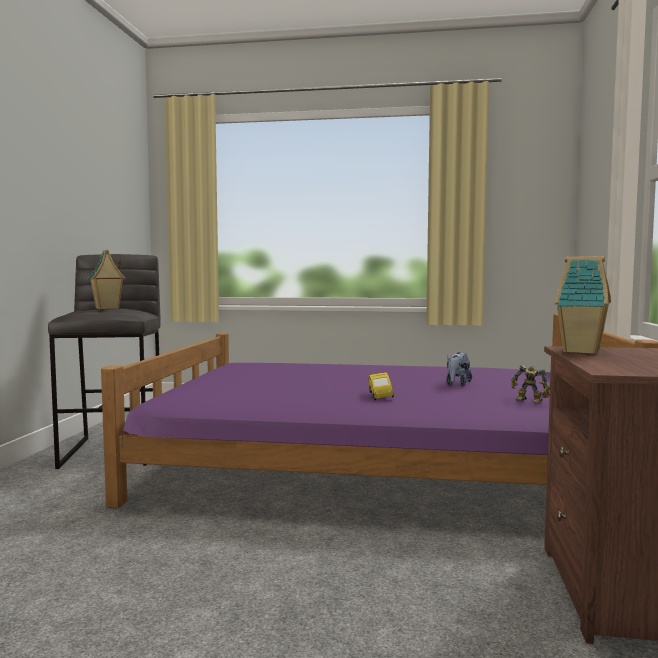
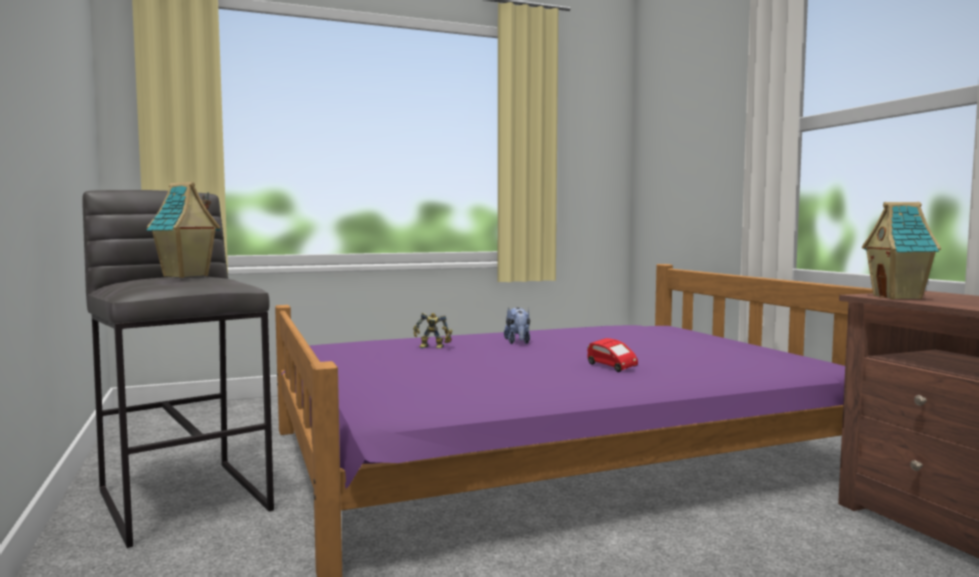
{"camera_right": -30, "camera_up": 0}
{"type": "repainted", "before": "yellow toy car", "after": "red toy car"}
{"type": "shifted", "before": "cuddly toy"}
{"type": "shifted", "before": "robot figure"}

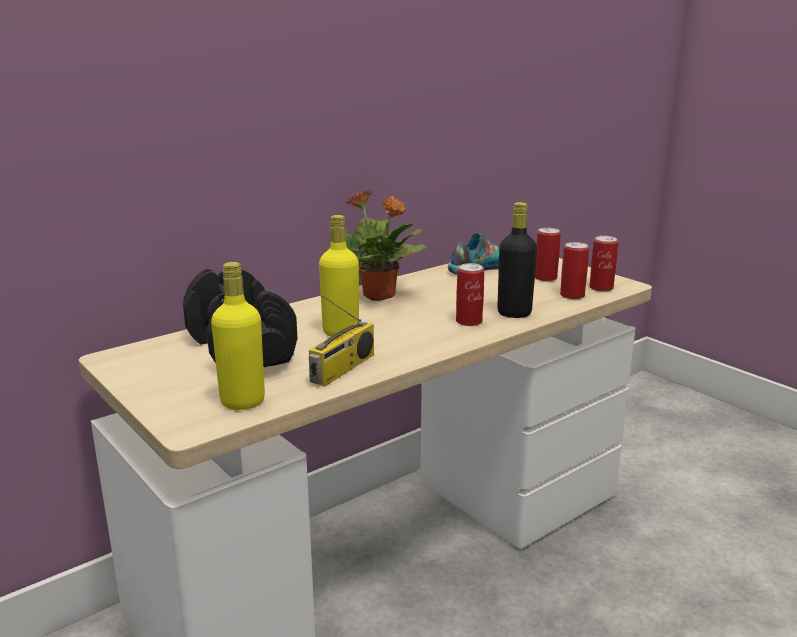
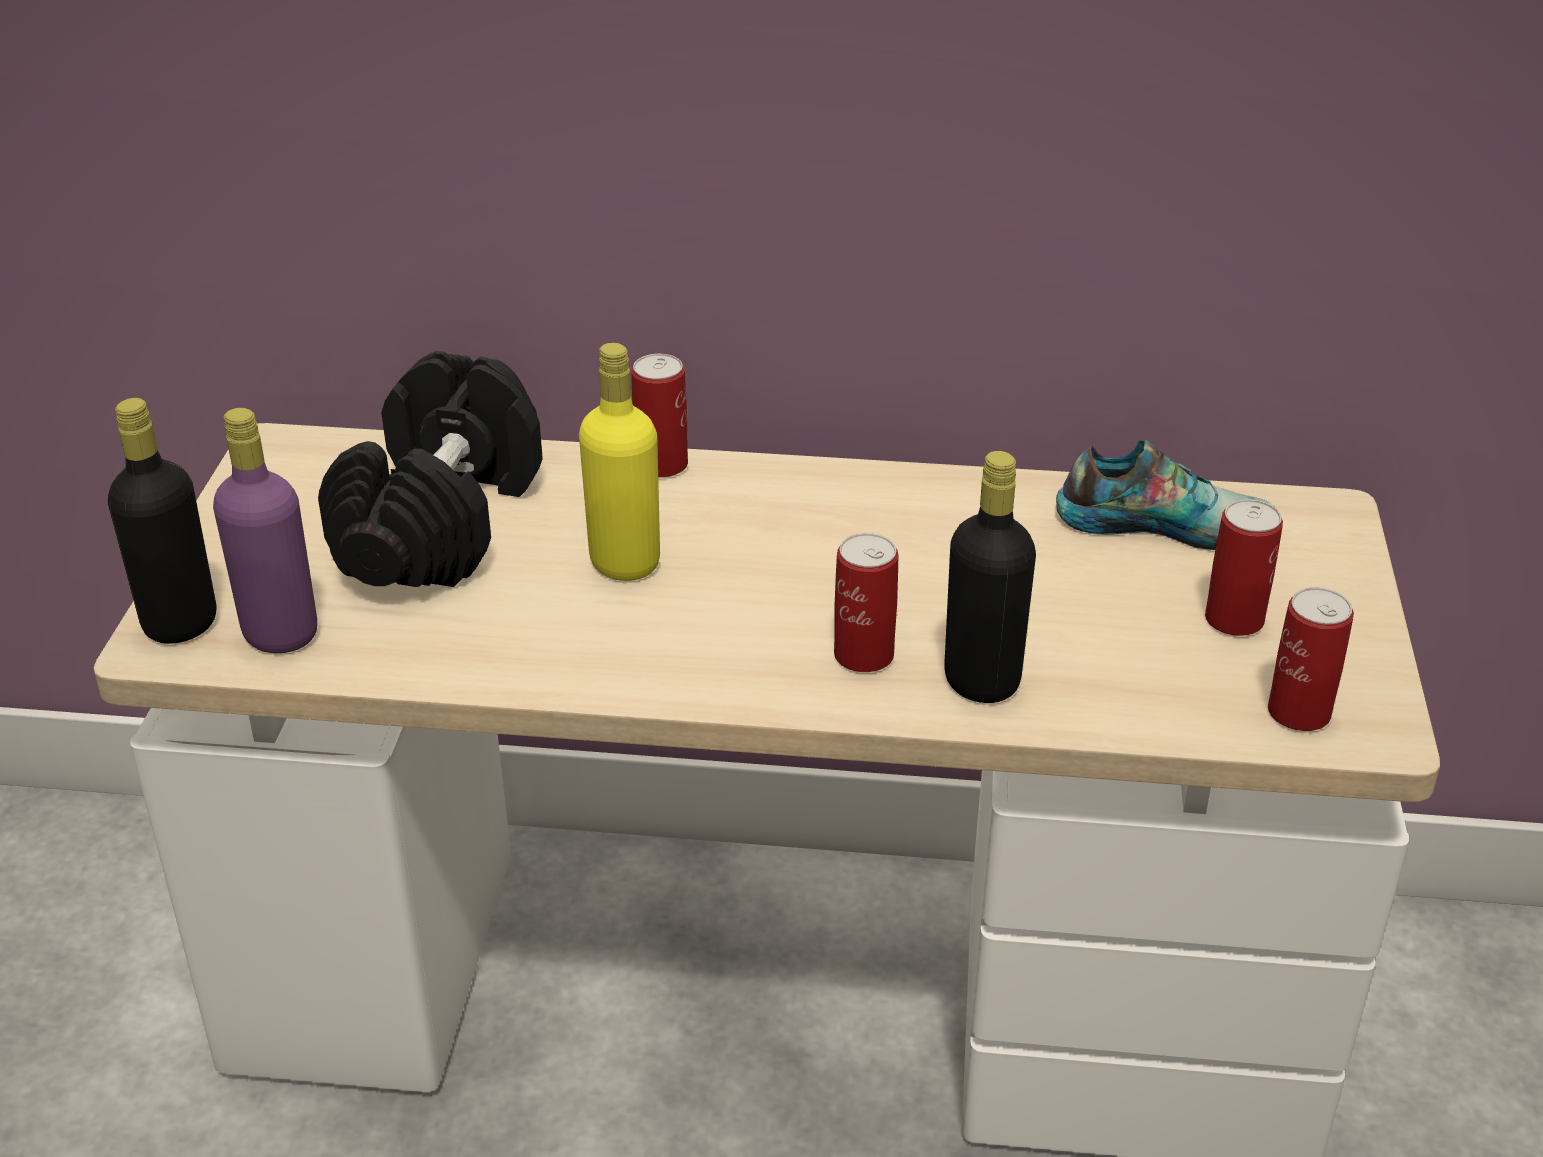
{"camera_right": 45, "camera_up": 15}
{"type": "repainted", "before": "yellow beverage bottle (no. 1 from left)", "after": "purple beverage bottle"}
{"type": "gone", "before": "radio set"}
{"type": "gone", "before": "potted plant"}
{"type": "shifted", "before": "metal can (no. 3 from left in the first image)", "after": "metal can (no. 1 from left)"}
{"type": "new", "after": "black beverage bottle (no. 1 from left)"}

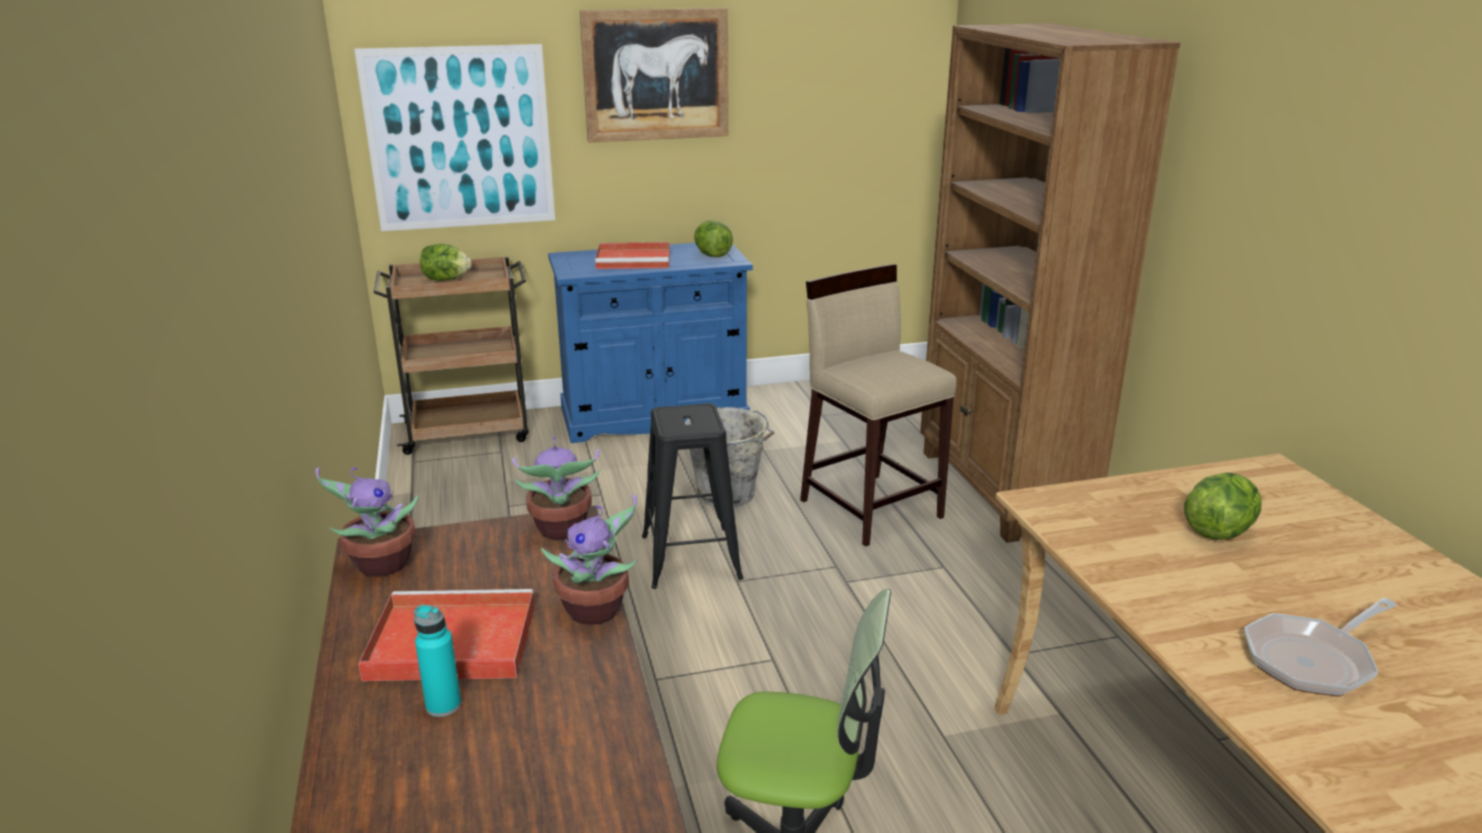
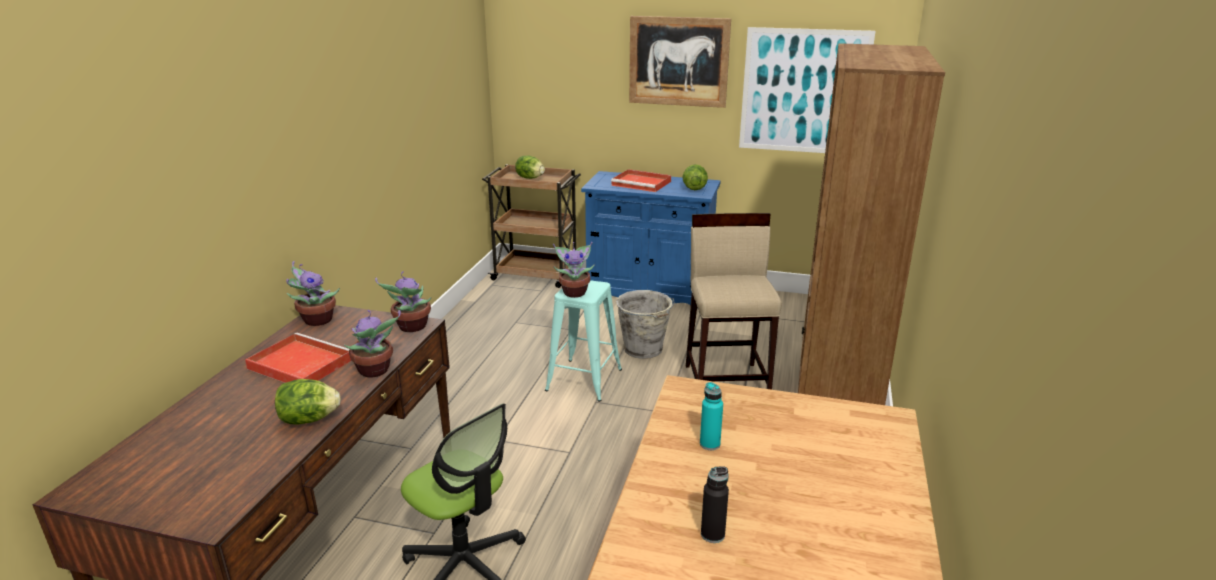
{"camera_right": 30, "camera_up": 0}
{"type": "shifted", "before": "picture (no. 1 from left in the first image)", "after": "picture (no. 2 from left)"}
{"type": "shifted", "before": "blue-green beverage bottle"}
{"type": "repainted", "before": "black sitting stool", "after": "blue-green sitting stool"}
{"type": "shifted", "before": "lettuce (no. 3 from left in the first image)", "after": "lettuce (no. 1 from left)"}
{"type": "swapped", "before": "skillet", "after": "black beverage bottle"}
{"type": "new", "after": "potted plant (no. 4 from left)"}

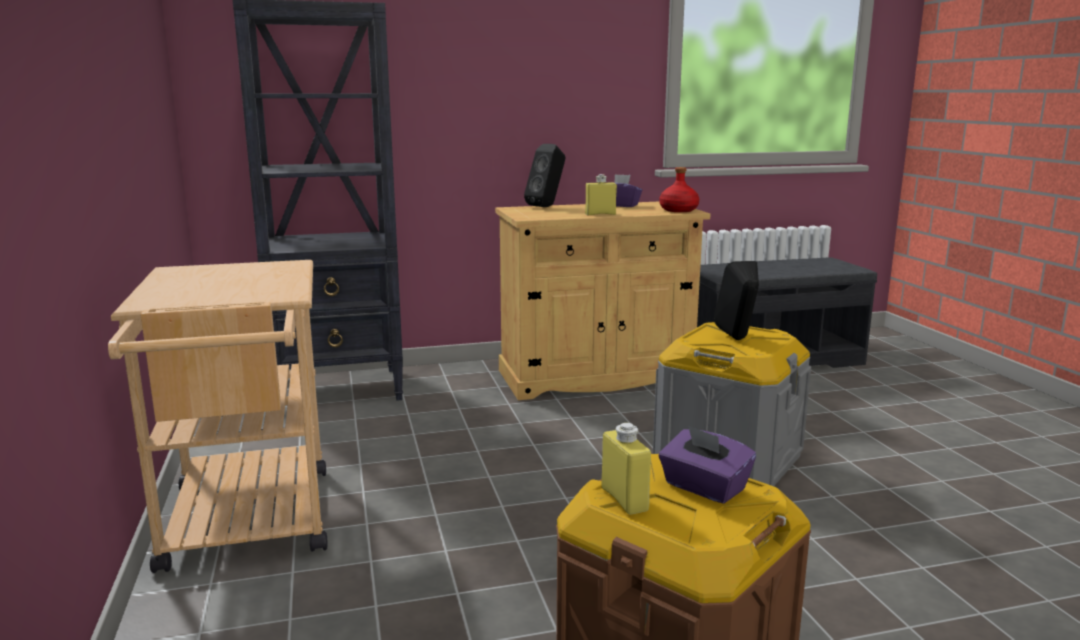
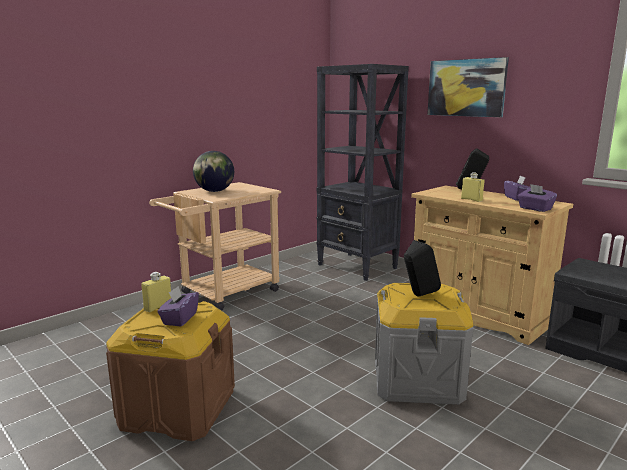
{"camera_right": 60, "camera_up": 0}
{"type": "swapped", "before": "red beverage bottle", "after": "purple box of tissues (no. 3 from left)"}
{"type": "new", "after": "globe"}
{"type": "new", "after": "picture"}

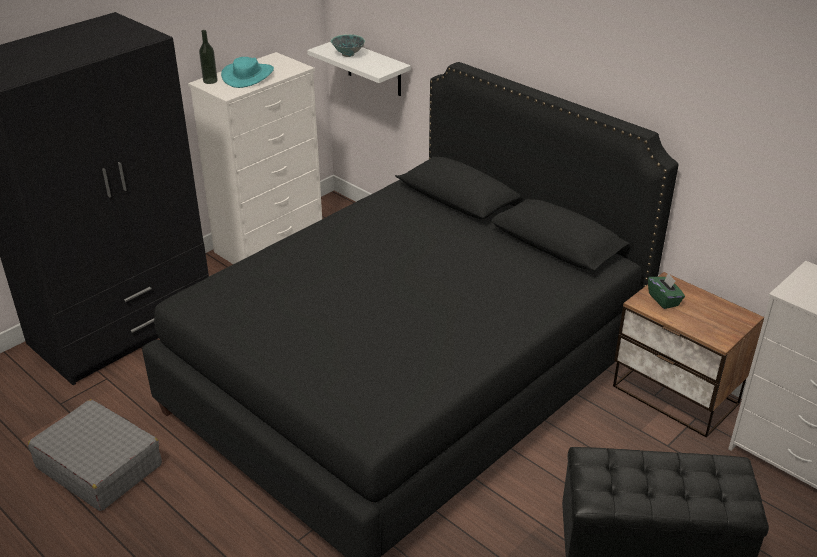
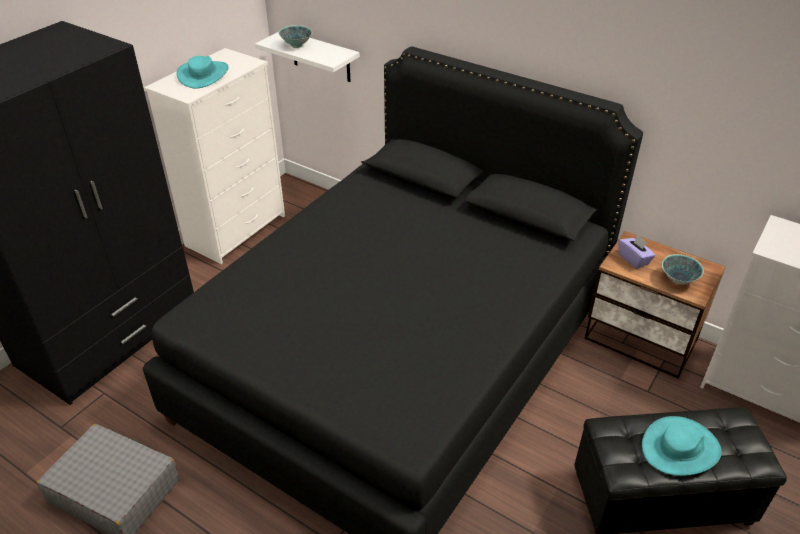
{"camera_right": -10, "camera_up": 5}
{"type": "gone", "before": "beverage bottle"}
{"type": "repainted", "before": "green-coloured box of tissues", "after": "purple box of tissues"}
{"type": "new", "after": "blue-green hat (no. 2 from left)"}
{"type": "new", "after": "deep dish (no. 2 from left)"}

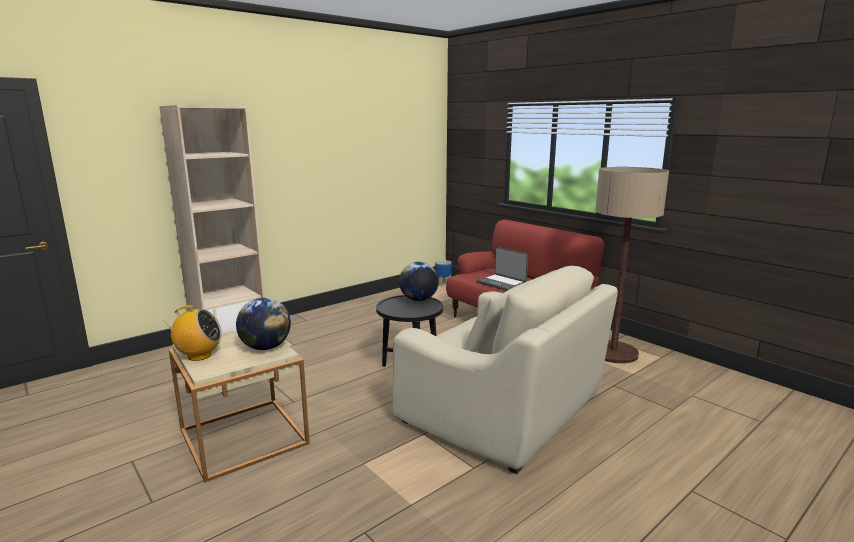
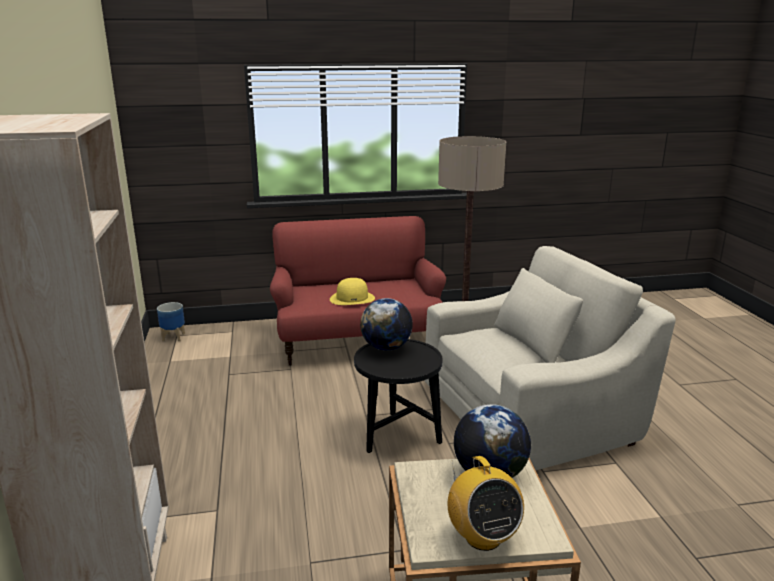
{"camera_right": -60, "camera_up": 5}
{"type": "rotated", "before": "radio set", "turn": 135}
{"type": "swapped", "before": "laptop", "after": "yellow hat"}

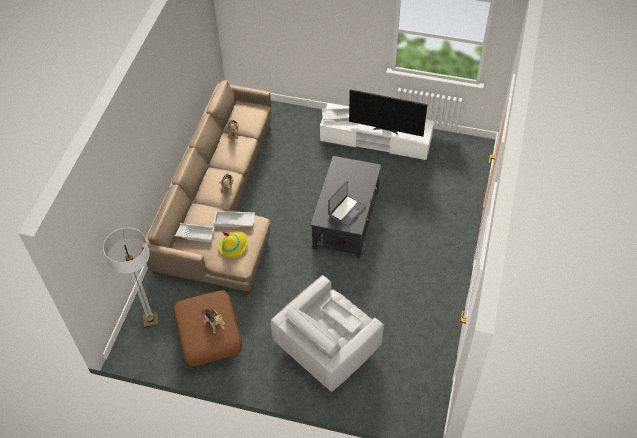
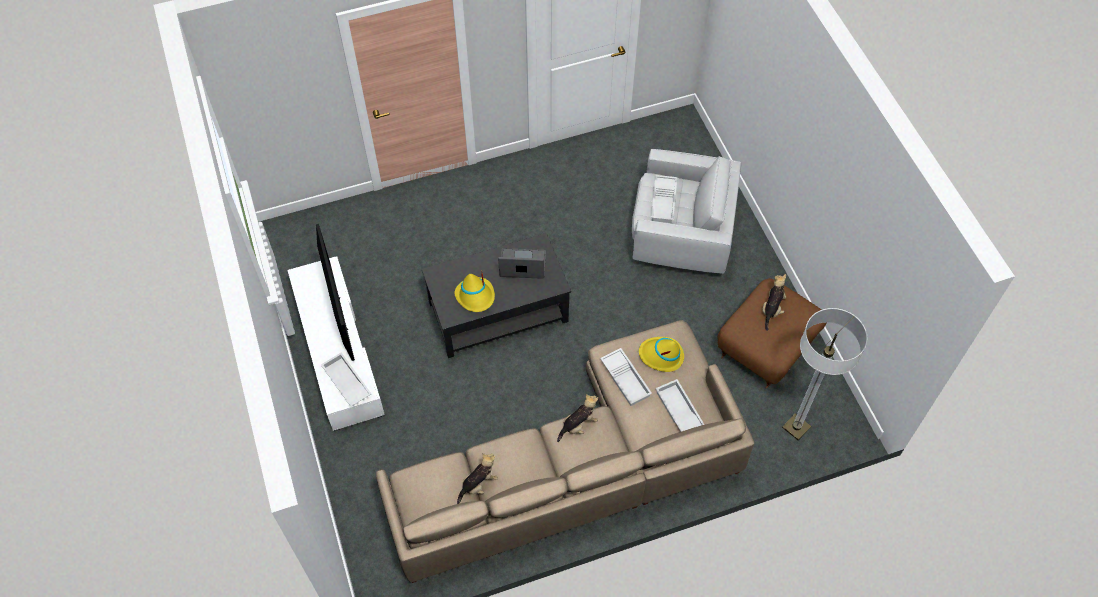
{"camera_right": -125, "camera_up": 5}
{"type": "new", "after": "yellow hat (no. 1 from left)"}

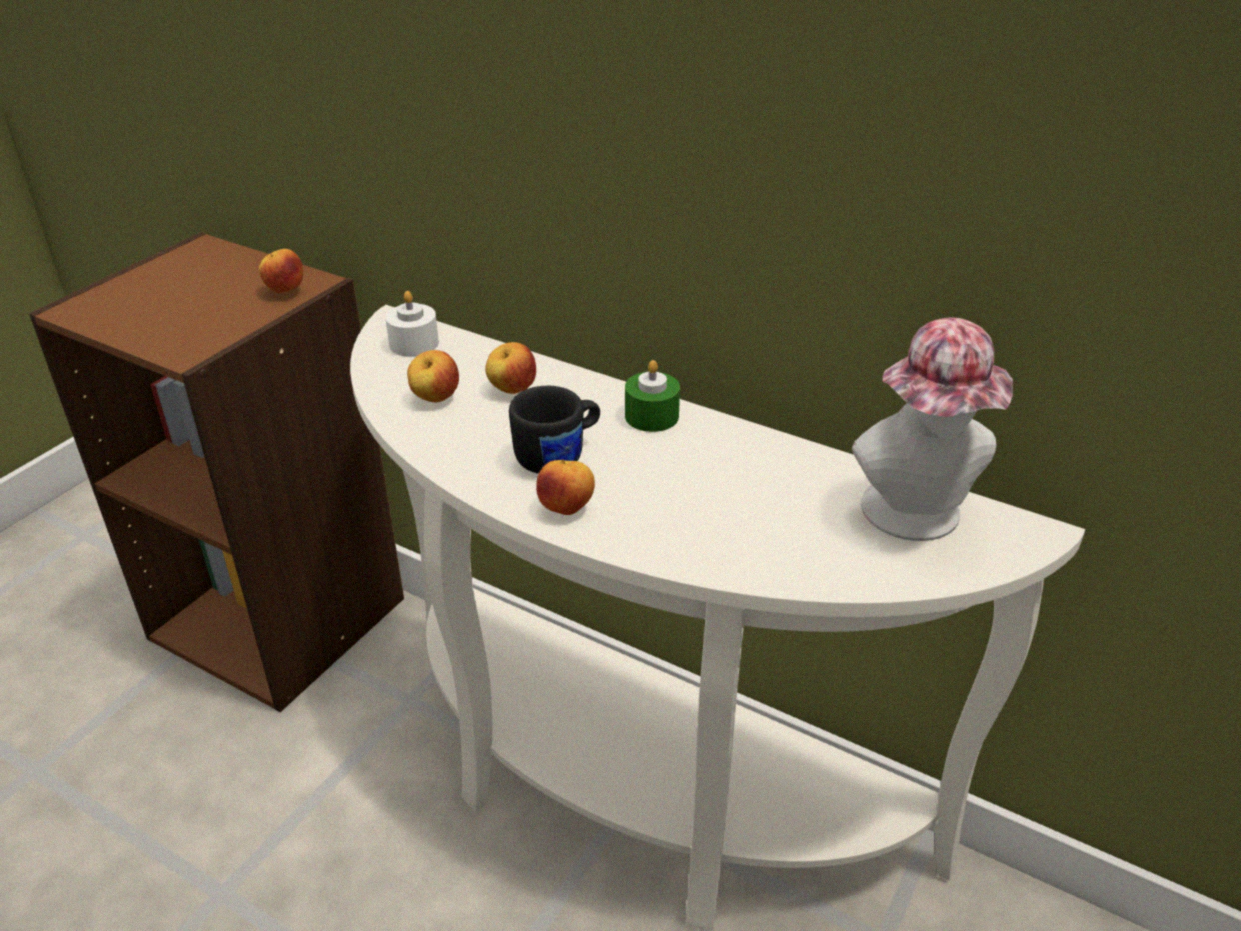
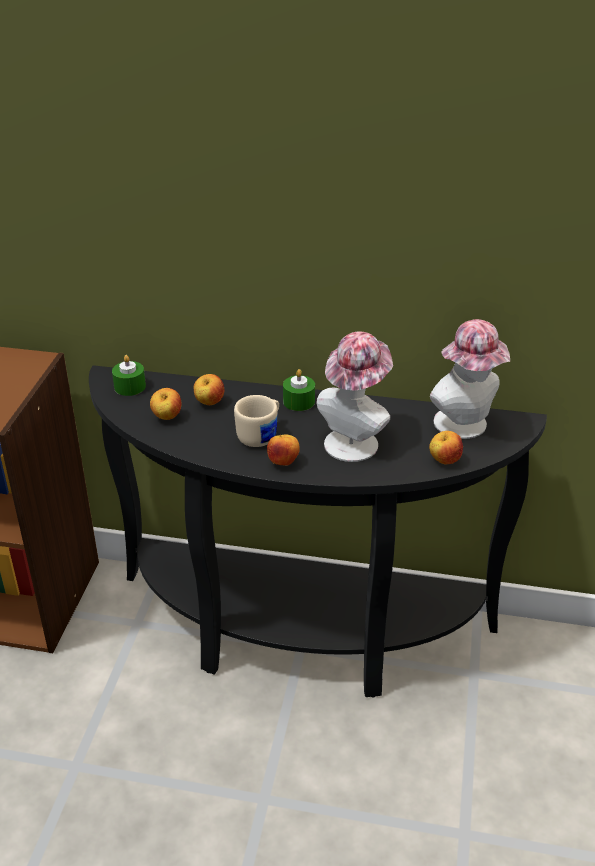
{"camera_right": -20, "camera_up": 0}
{"type": "shifted", "before": "apple fruit (no. 1 from left in the first image)", "after": "apple fruit (no. 4 from left)"}
{"type": "repainted", "before": "white narrow table", "after": "black narrow table"}
{"type": "repainted", "before": "white candle", "after": "green-coloured candle (no. 1 from left)"}
{"type": "repainted", "before": "black tea mug", "after": "sand-coloured tea mug"}
{"type": "new", "after": "hat (no. 1 from left)"}

